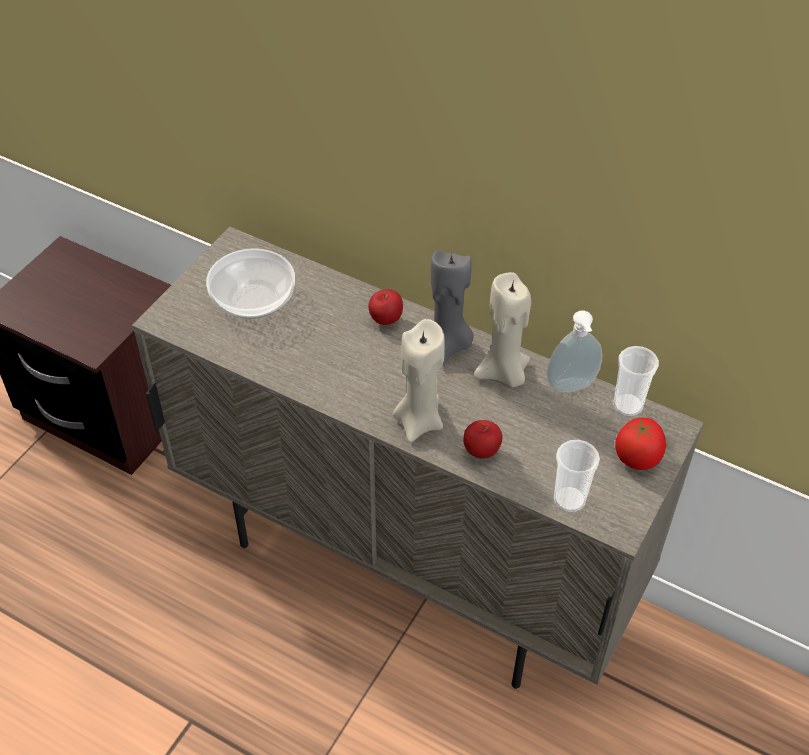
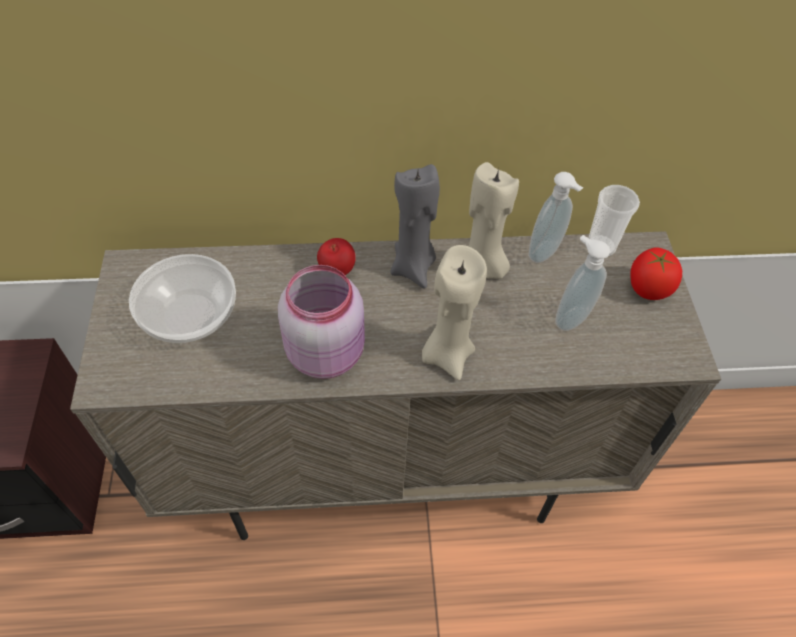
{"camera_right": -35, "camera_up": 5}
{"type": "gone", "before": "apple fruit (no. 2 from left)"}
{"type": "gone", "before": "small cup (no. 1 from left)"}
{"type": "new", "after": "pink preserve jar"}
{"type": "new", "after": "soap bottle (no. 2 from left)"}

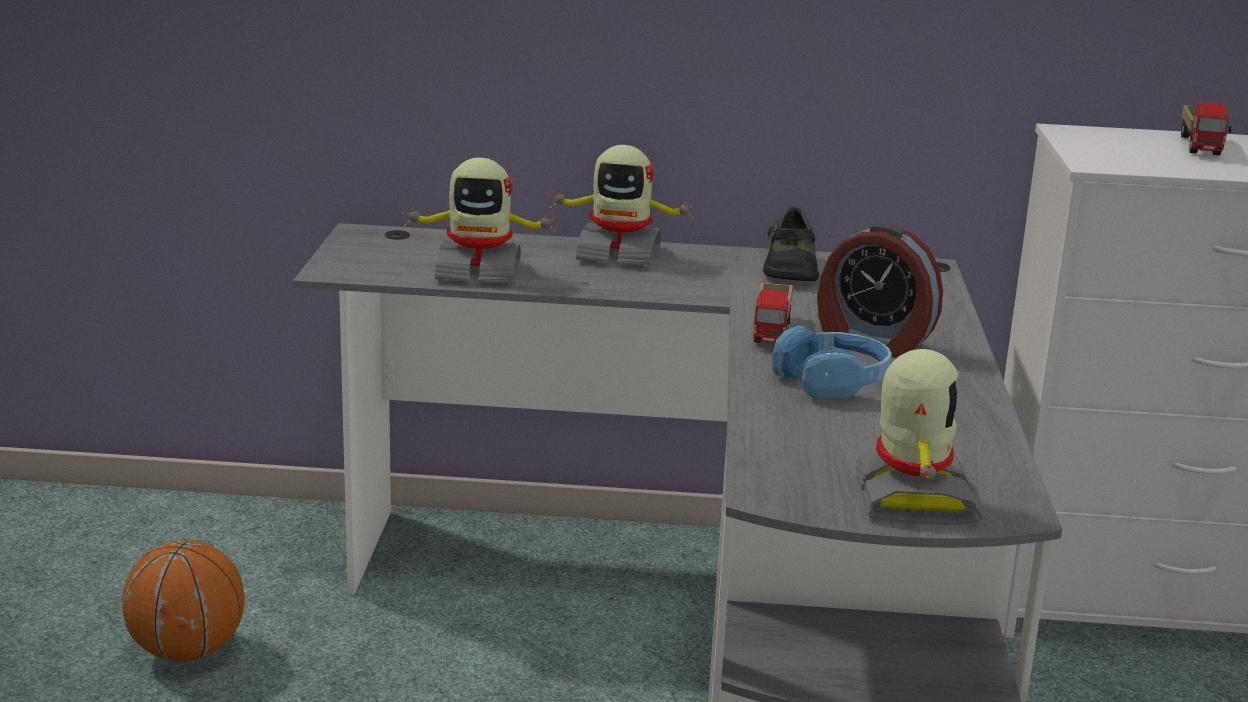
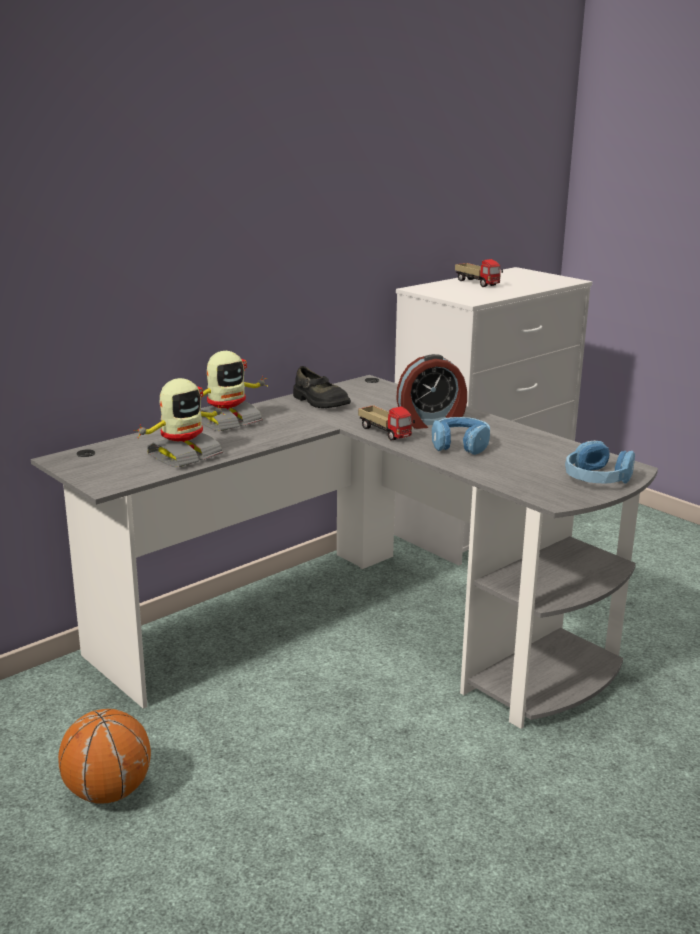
{"camera_right": -45, "camera_up": 0}
{"type": "swapped", "before": "robot figure (no. 3 from left)", "after": "bluish pair of headphones (no. 2 from left)"}

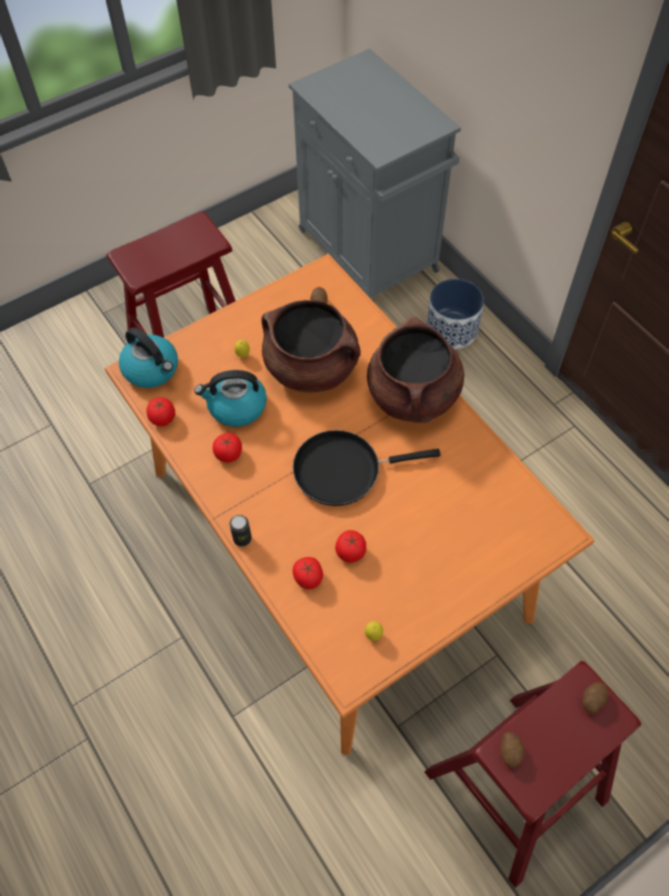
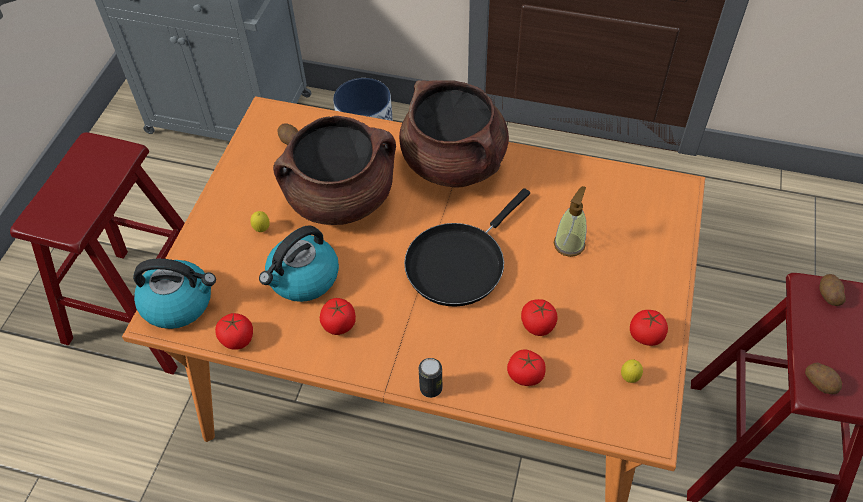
{"camera_right": -40, "camera_up": -5}
{"type": "new", "after": "soap bottle"}
{"type": "new", "after": "whole tomato (no. 5 from left)"}

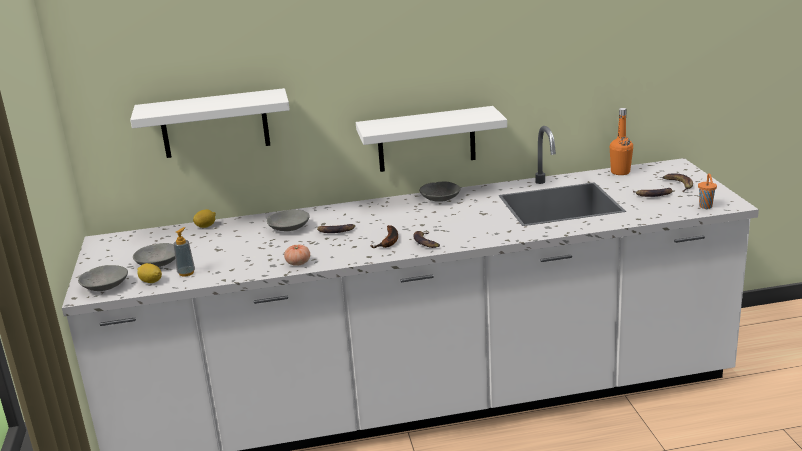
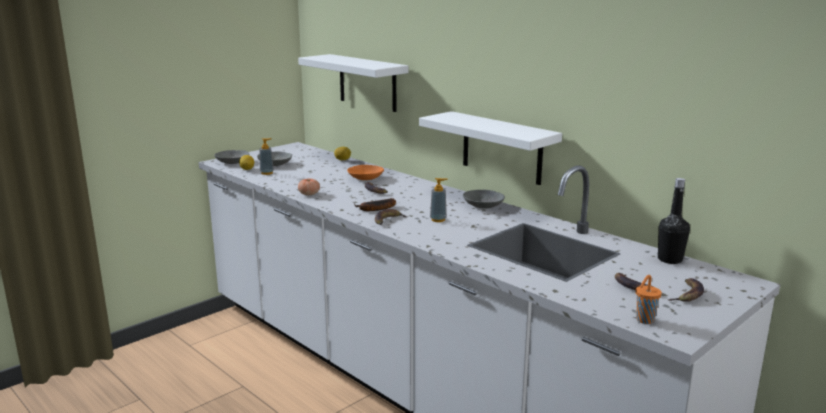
{"camera_right": 55, "camera_up": -5}
{"type": "repainted", "before": "grey deep dish (no. 3 from left)", "after": "orange-coloured deep dish"}
{"type": "repainted", "before": "orange-coloured beverage bottle", "after": "black beverage bottle"}
{"type": "new", "after": "soap bottle (no. 2 from left)"}

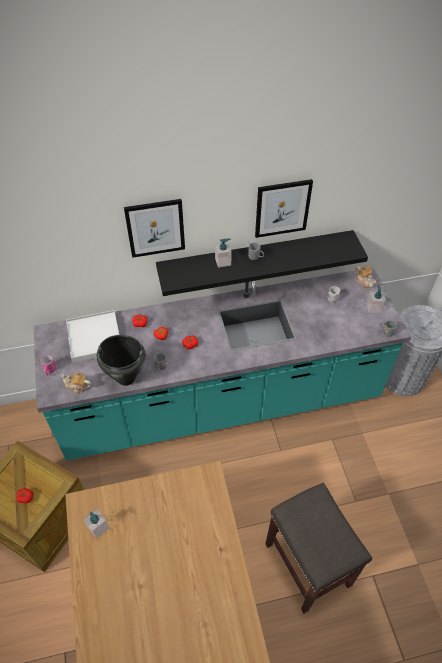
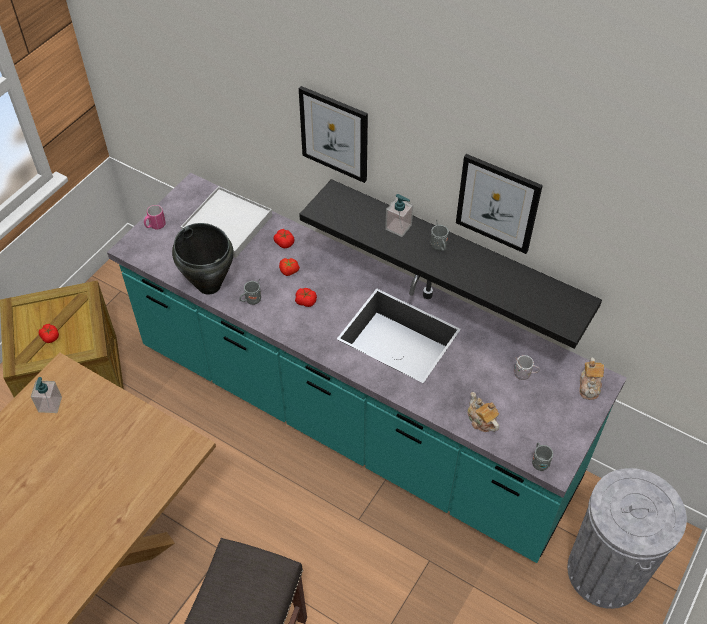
{"camera_right": 45, "camera_up": 0}
{"type": "shifted", "before": "teapot (no. 1 from left)"}
{"type": "gone", "before": "soap bottle (no. 3 from left)"}

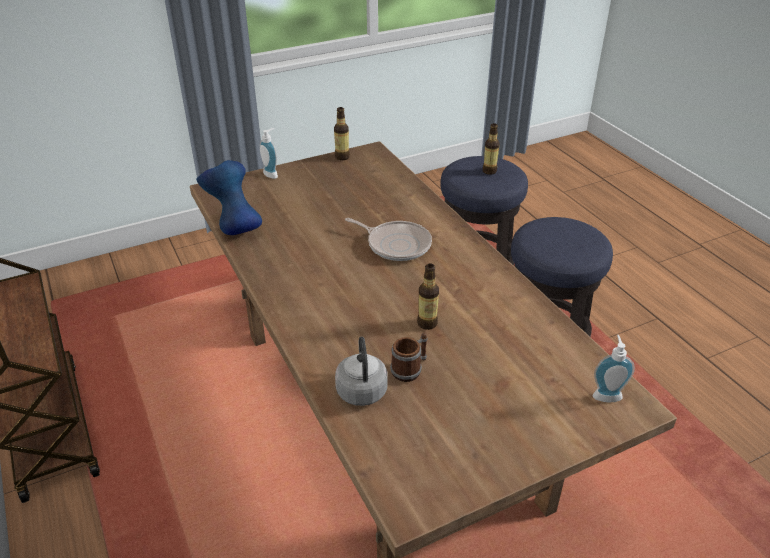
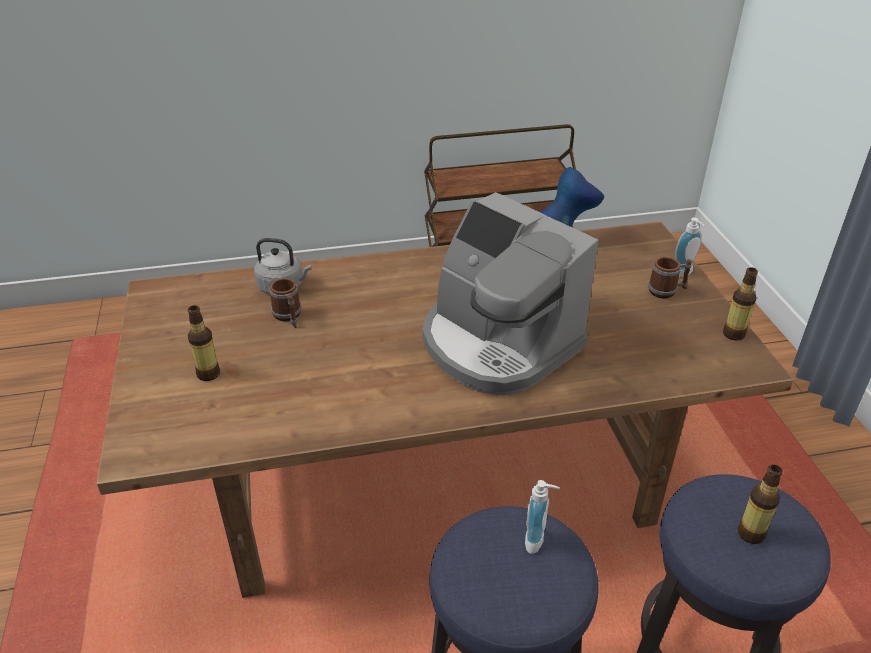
{"camera_right": 105, "camera_up": 0}
{"type": "swapped", "before": "skillet", "after": "coffee brewer"}
{"type": "shifted", "before": "beverage bottle (no. 2 from left in the first image)", "after": "beverage bottle (no. 1 from left)"}
{"type": "shifted", "before": "soap bottle (no. 2 from left in the first image)", "after": "soap bottle (no. 1 from left)"}
{"type": "new", "after": "tea mug (no. 2 from left)"}

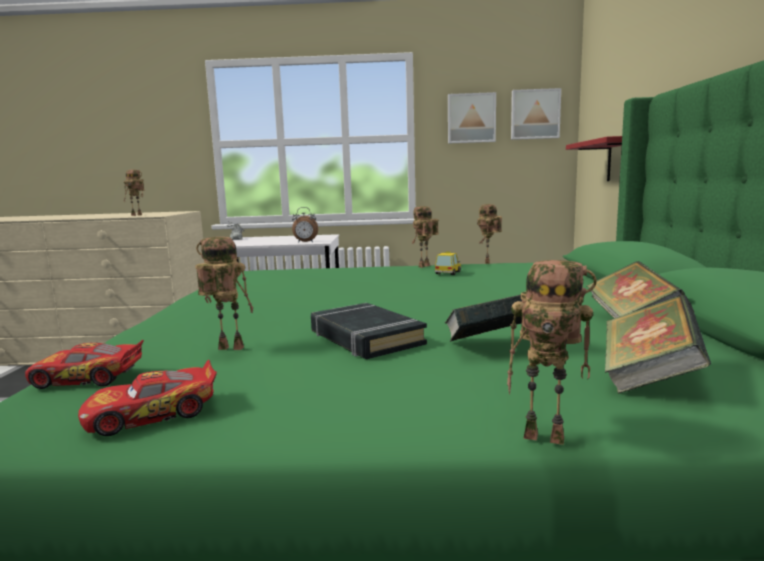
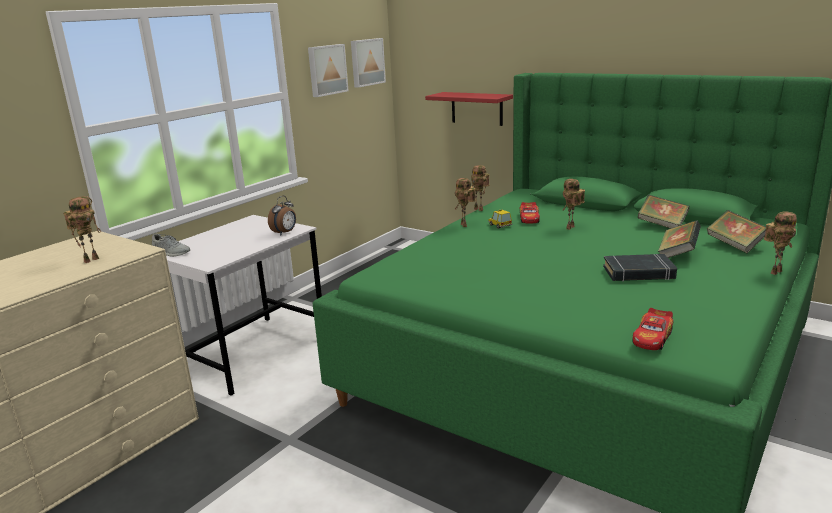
{"camera_right": -55, "camera_up": 10}
{"type": "shifted", "before": "toy car (no. 2 from left)"}
{"type": "shifted", "before": "robot figure (no. 2 from left in the first image)", "after": "robot figure (no. 4 from left)"}

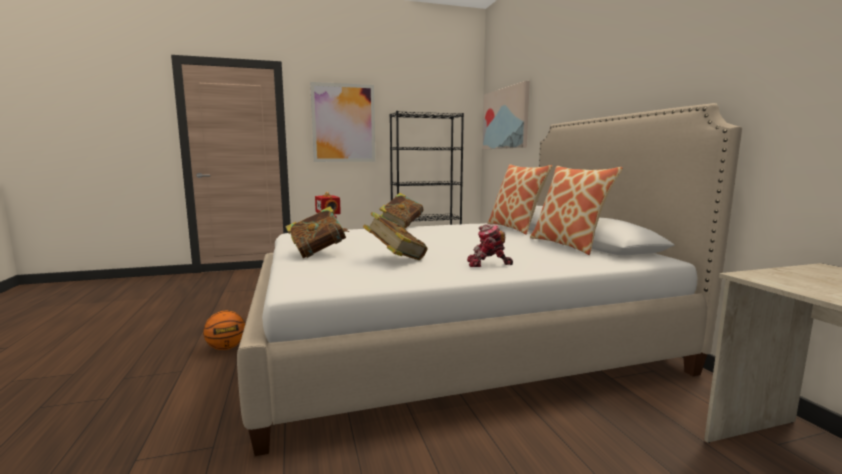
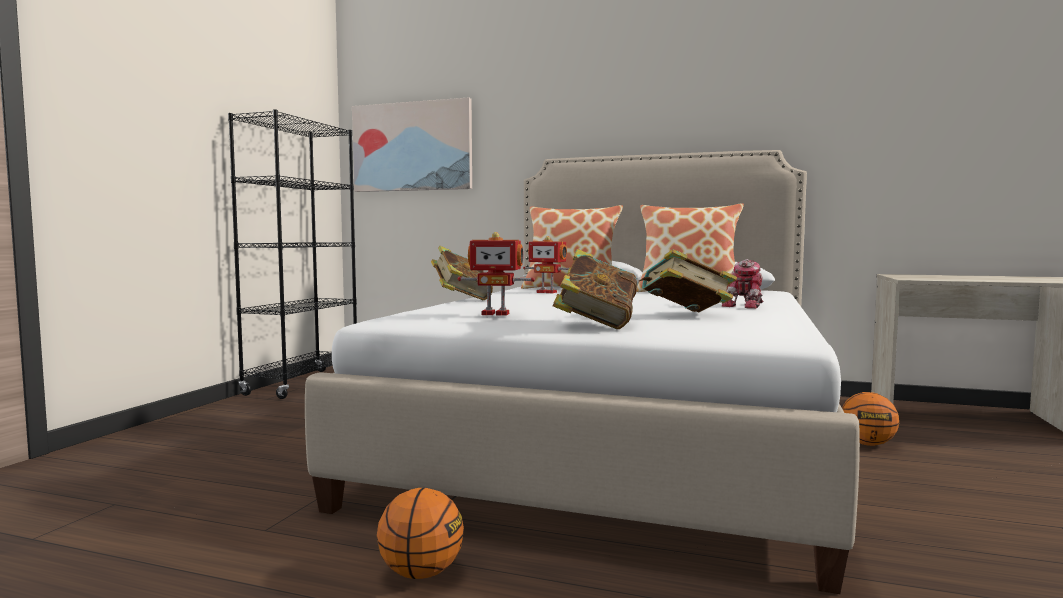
{"camera_right": -55, "camera_up": -5}
{"type": "gone", "before": "picture (no. 1 from left)"}
{"type": "new", "after": "robot figure (no. 2 from left)"}
{"type": "new", "after": "basketball (no. 2 from left)"}

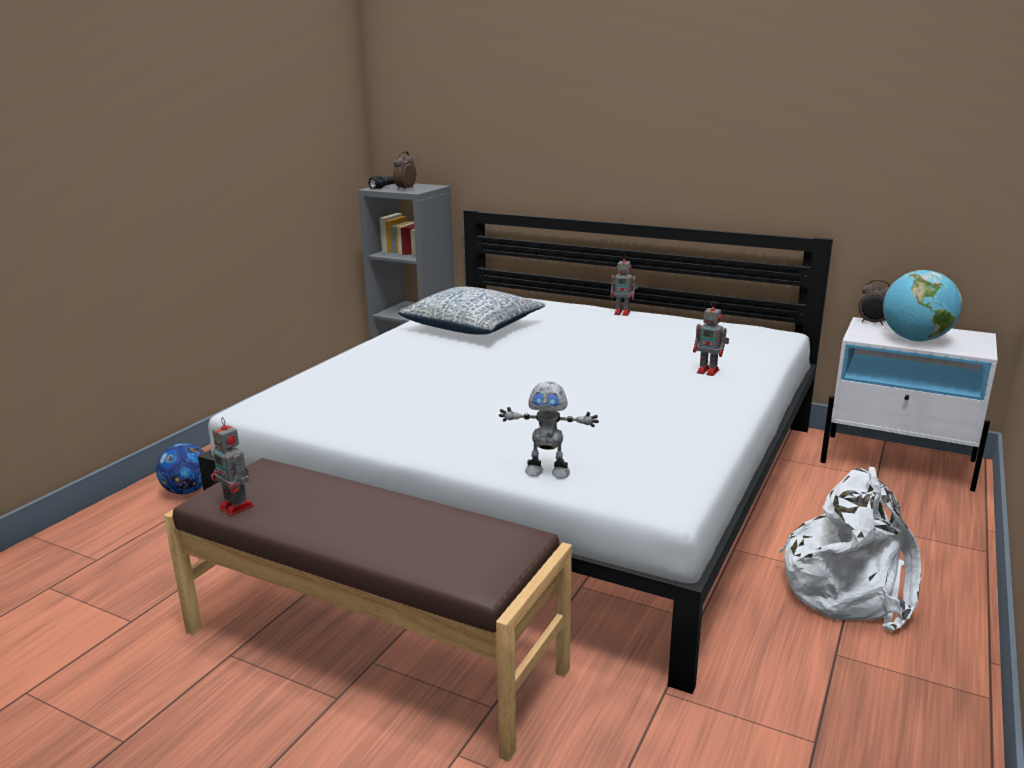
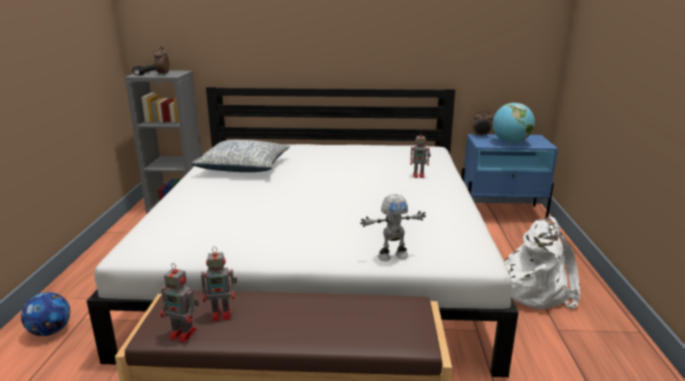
{"camera_right": -25, "camera_up": 0}
{"type": "shifted", "before": "robot figure (no. 3 from left in the first image)", "after": "robot figure (no. 2 from left)"}
{"type": "repainted", "before": "white bedside table", "after": "bluish bedside table"}

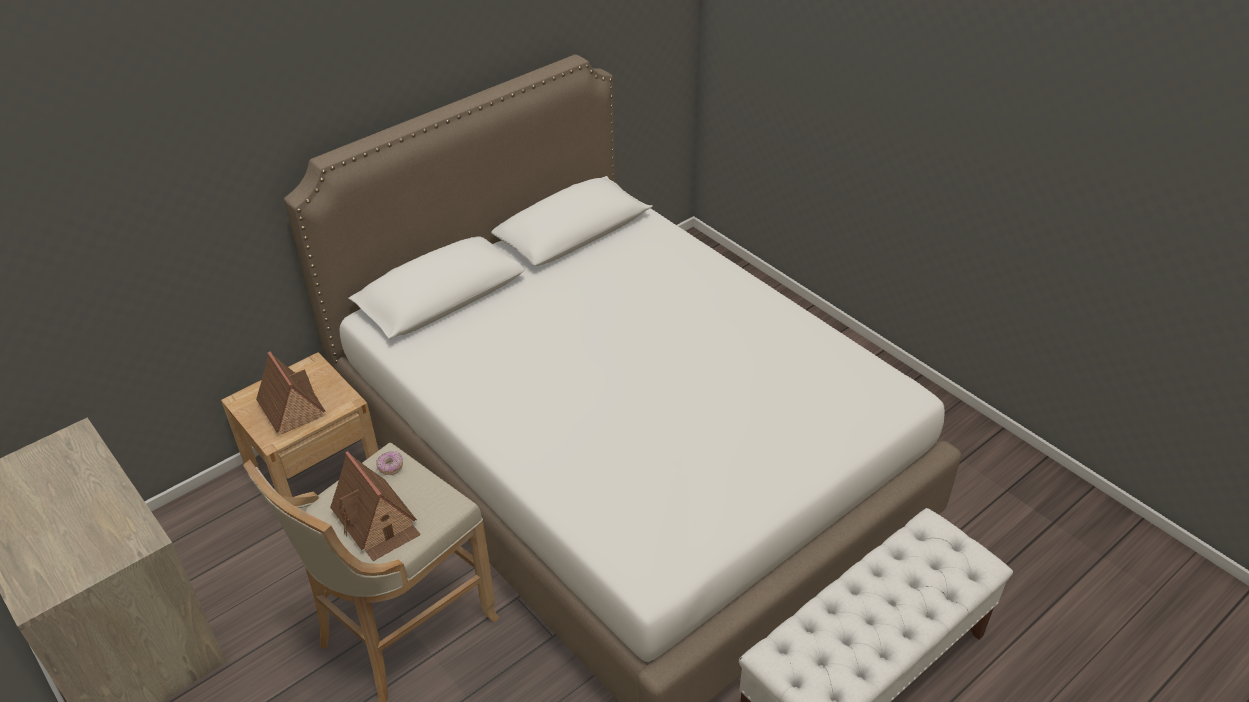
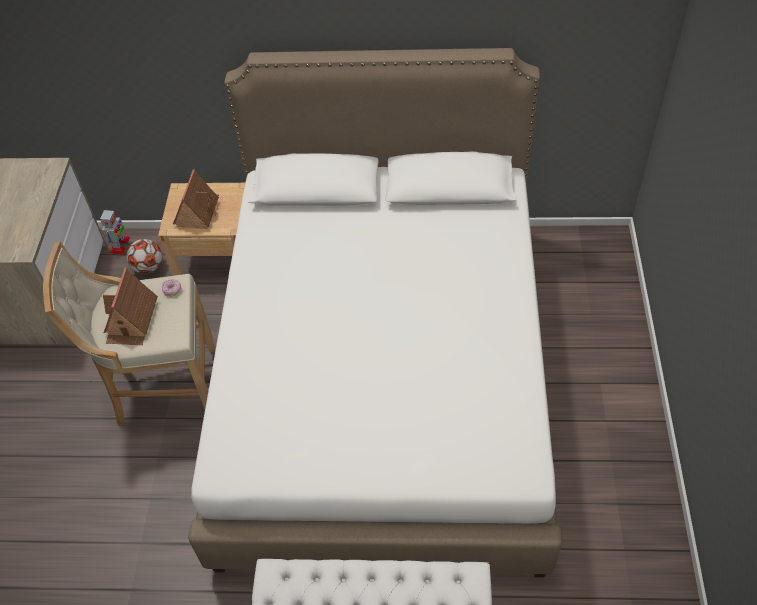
{"camera_right": 45, "camera_up": 10}
{"type": "new", "after": "robot figure"}
{"type": "new", "after": "ball for football"}

